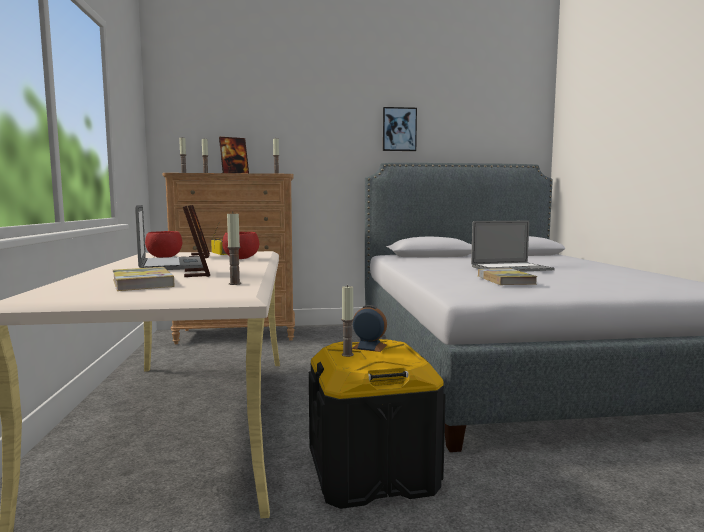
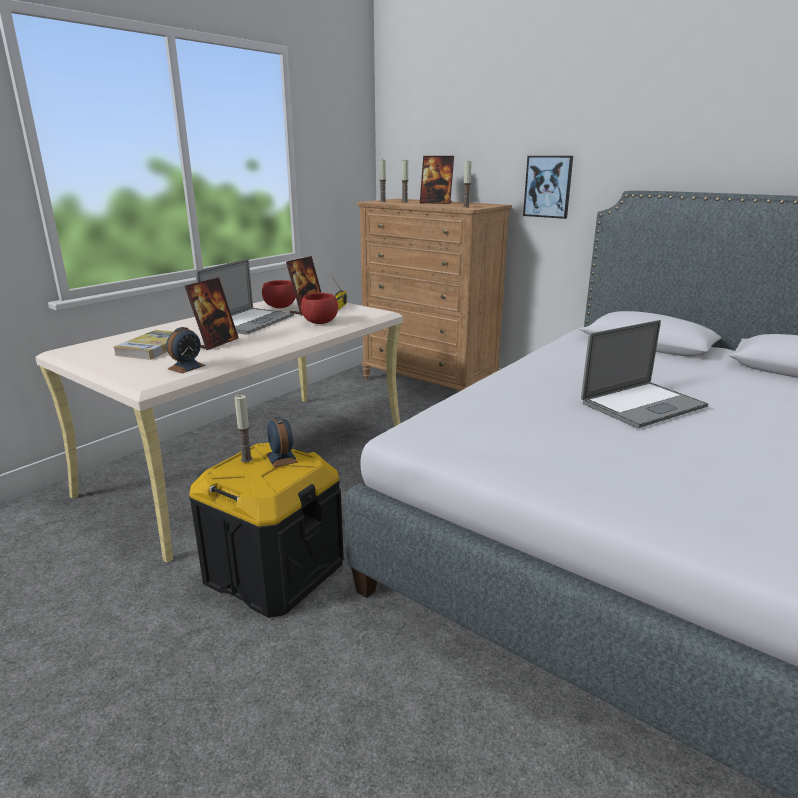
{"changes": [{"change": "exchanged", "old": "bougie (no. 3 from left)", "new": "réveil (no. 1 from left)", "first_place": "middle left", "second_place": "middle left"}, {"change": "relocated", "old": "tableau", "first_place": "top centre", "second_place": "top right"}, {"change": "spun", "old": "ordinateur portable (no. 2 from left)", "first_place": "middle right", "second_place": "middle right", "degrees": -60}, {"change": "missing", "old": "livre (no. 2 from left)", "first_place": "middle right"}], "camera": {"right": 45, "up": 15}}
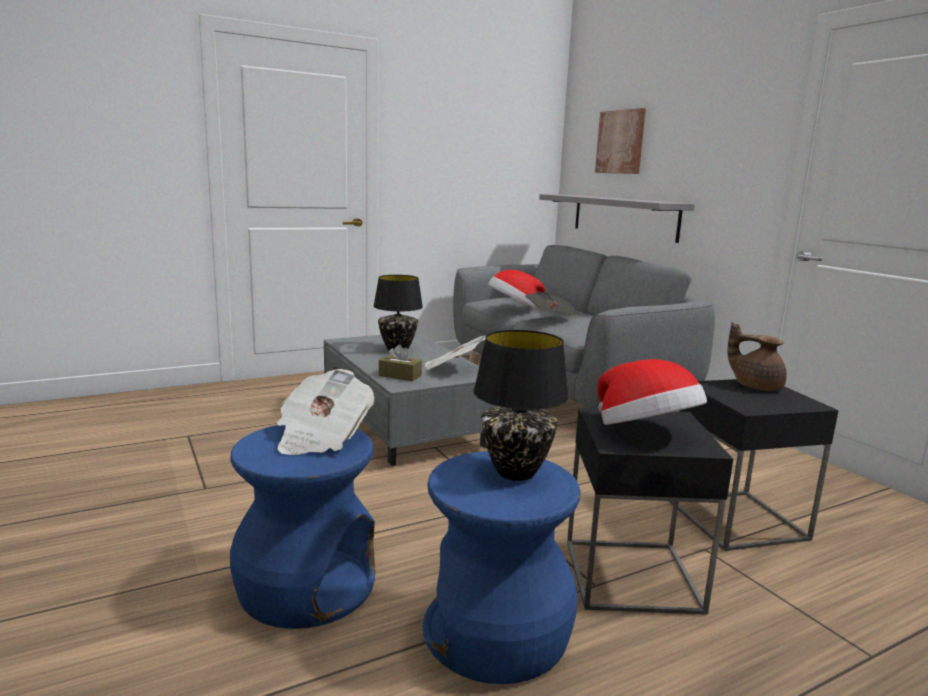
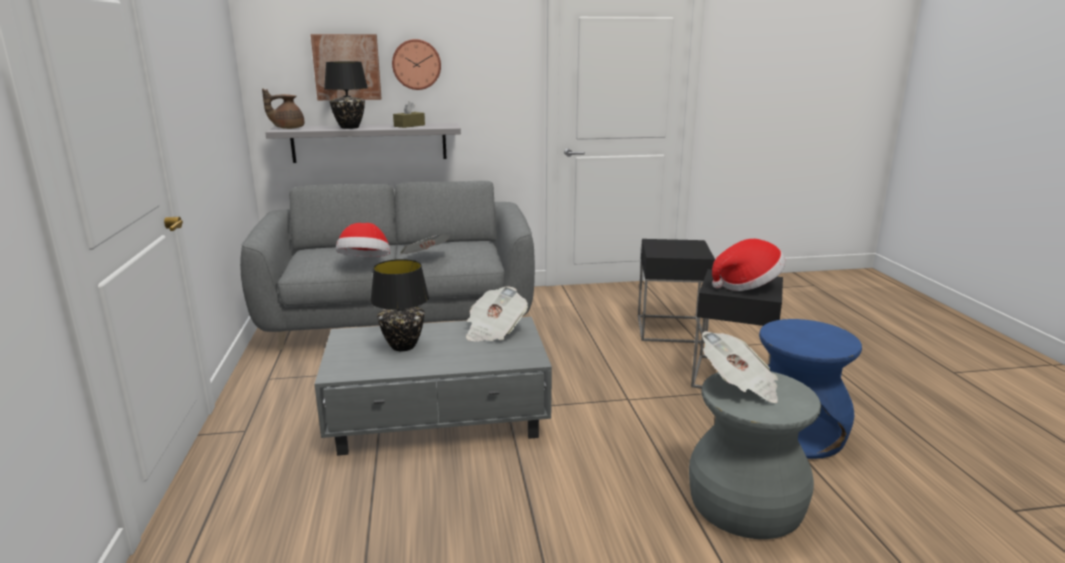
{"changes": [{"change": "relocated", "old": "théière (marron)", "first_place": "middle right", "second_place": "top left"}, {"change": "relocated", "old": "lampe de table (noir) (no. 2 from left in the first image)", "new": "lampe de table (noir) (no. 1 from left)", "first_place": "centre", "second_place": "top left"}, {"change": "appeared", "new": "horloge murale", "second_place": "top centre"}, {"change": "relocated", "old": "boîte à mouchoirs (marron)", "first_place": "centre", "second_place": "top centre"}, {"change": "colour", "old": "tabouret (bleu) (no. 1 from left)", "new": "tabouret (gris)", "first_place": "bottom left", "second_place": "bottom right"}], "camera": {"right": -70, "up": 5}}
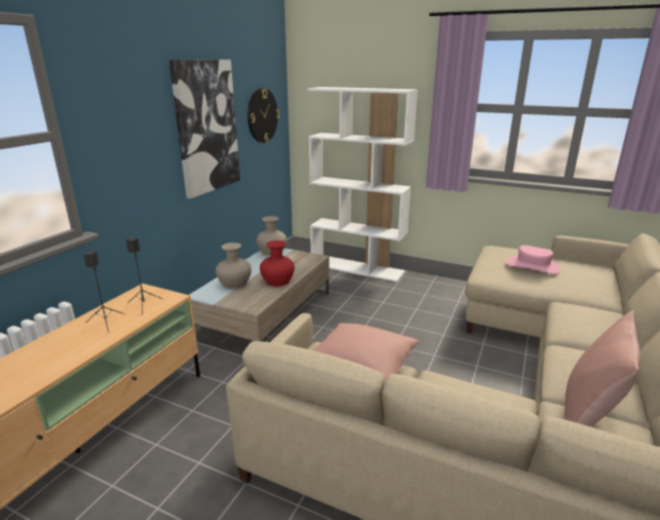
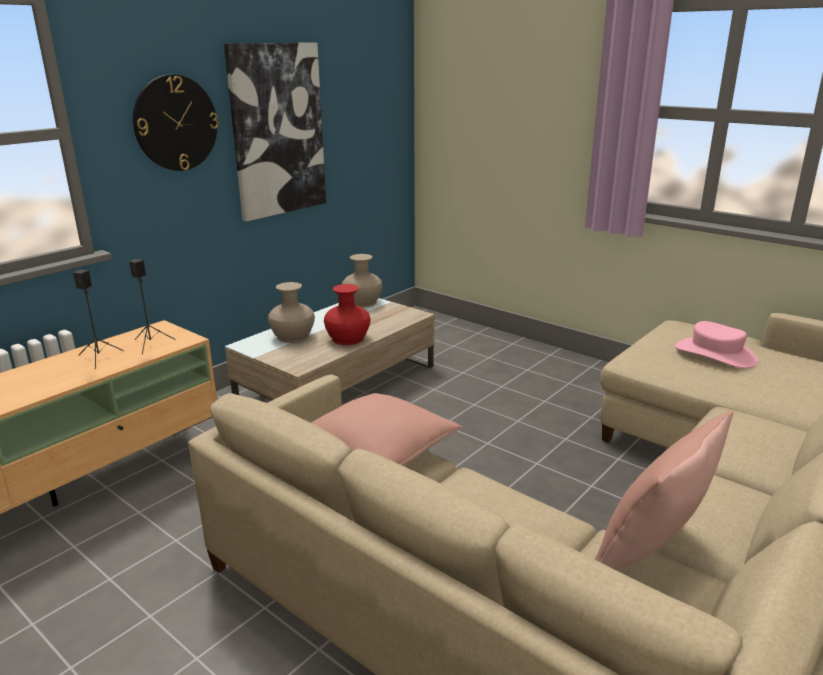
{"changes": [{"change": "relocated", "old": "horloge murale", "first_place": "top centre", "second_place": "top left"}, {"change": "missing", "old": "bibliothèque (blanc)", "first_place": "centre"}], "camera": {"right": 15, "up": 0}}
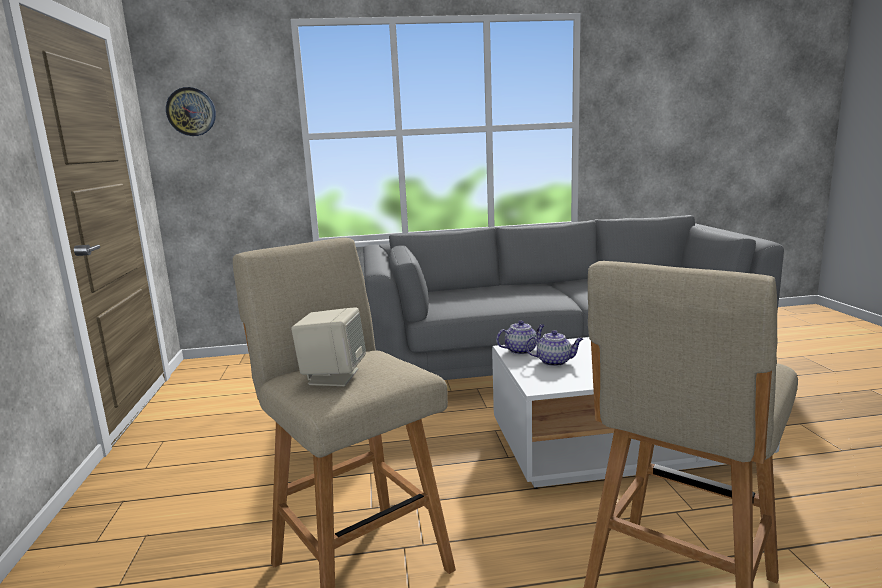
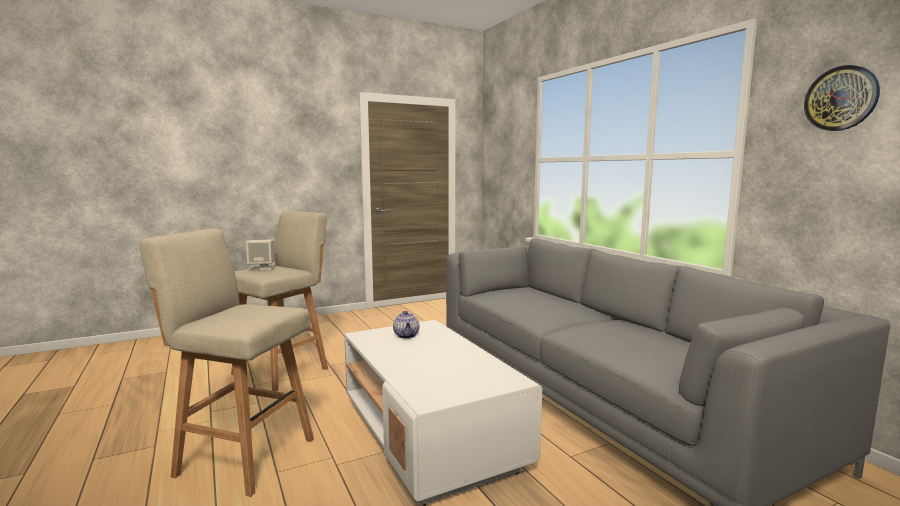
{"changes": [{"change": "relocated", "old": "horloge murale", "first_place": "top left", "second_place": "top right"}, {"change": "missing", "old": "théière (no. 1 from left)", "first_place": "centre"}], "camera": {"right": 70, "up": -5}}
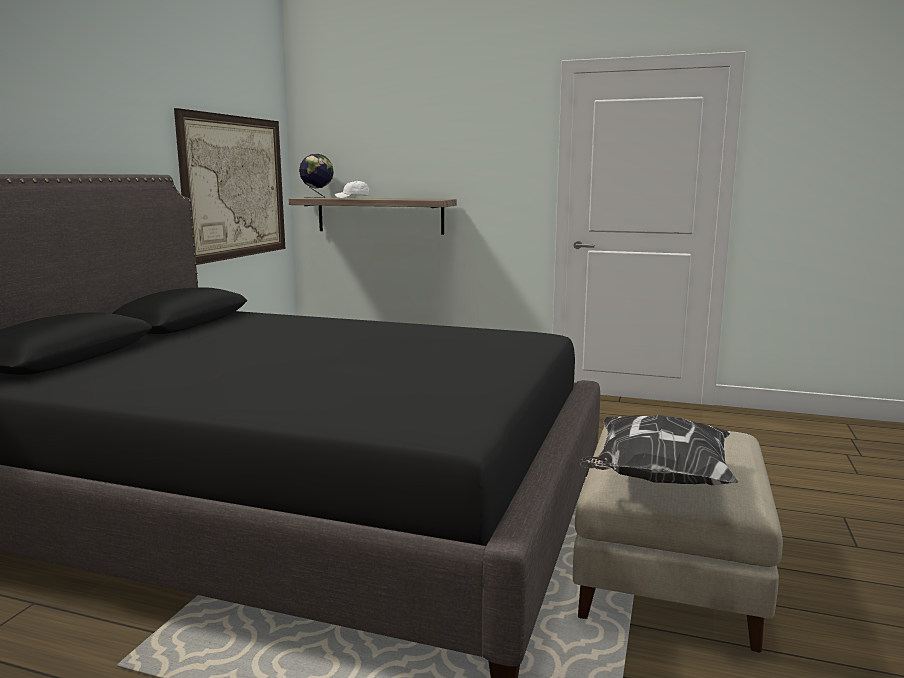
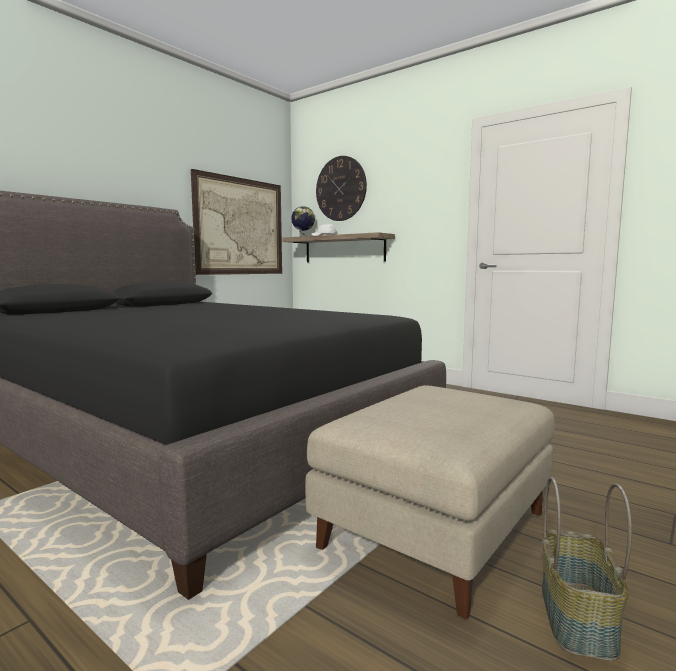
{"changes": [{"change": "appeared", "new": "horloge murale", "second_place": "top centre"}, {"change": "appeared", "new": "panier", "second_place": "bottom right"}, {"change": "missing", "old": "coussin", "first_place": "middle right"}], "camera": {"right": 20, "up": -5}}
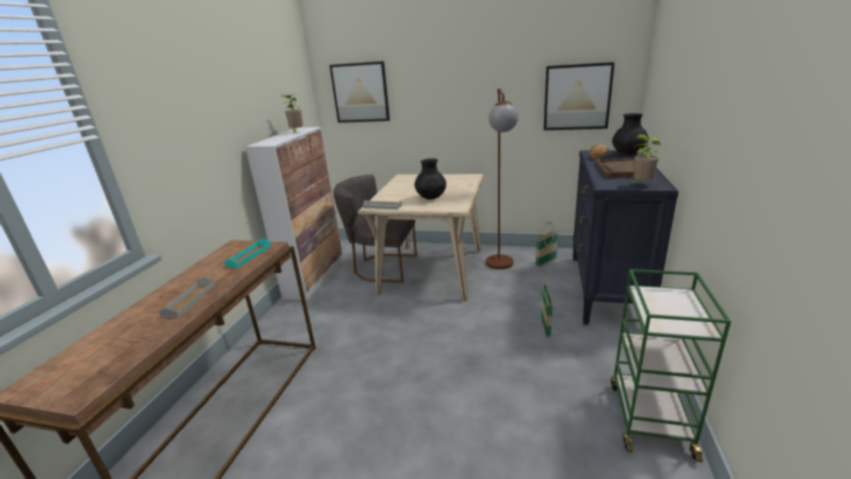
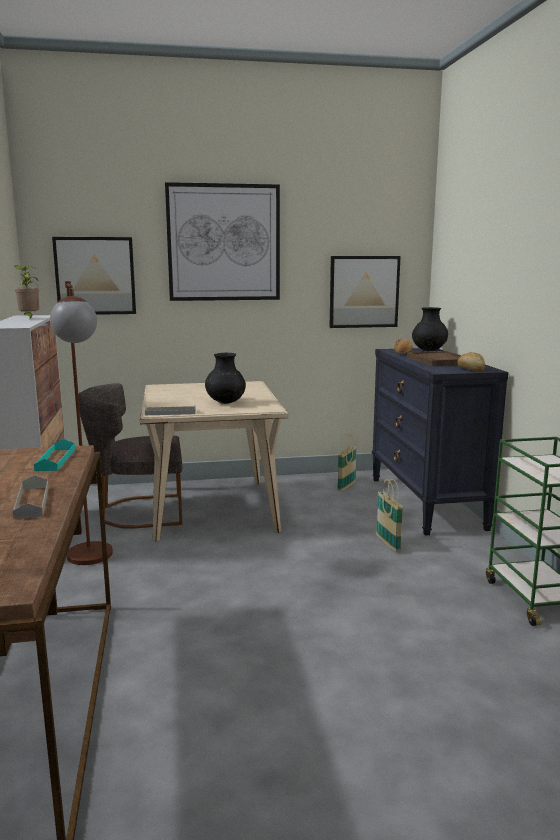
{"changes": [{"change": "relocated", "old": "lampadaire (marron)", "first_place": "centre", "second_place": "middle left"}, {"change": "appeared", "new": "tableau (no. 2 from left)", "second_place": "top centre"}, {"change": "exchanged", "old": "plante en pot (no. 2 from left)", "new": "pain (no. 2 from left)", "first_place": "top right", "second_place": "middle right"}], "camera": {"right": -25, "up": -10}}
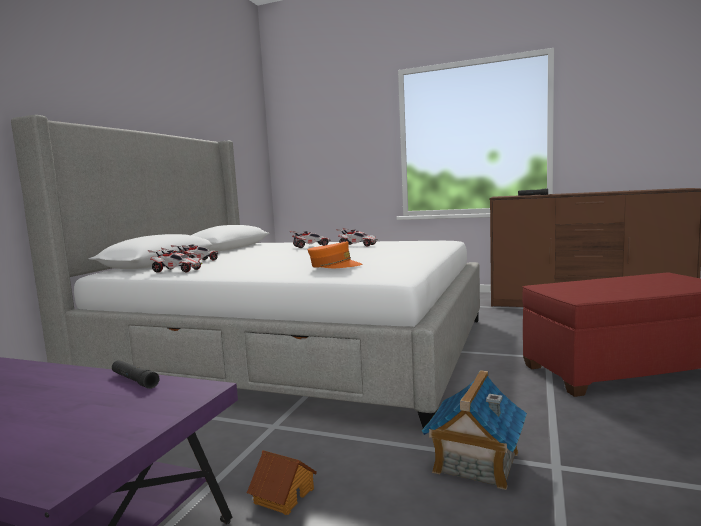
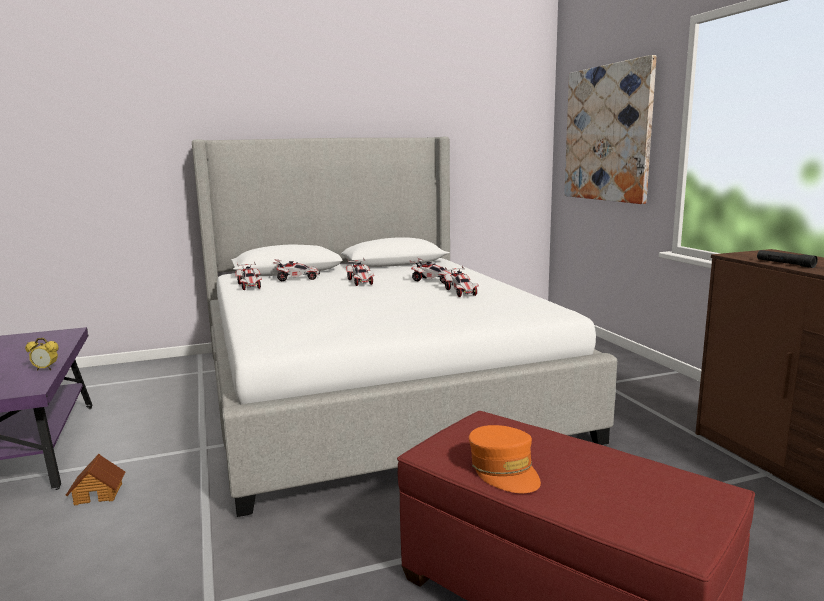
{"changes": [{"change": "exchanged", "old": "lampe de poche (noir) (no. 1 from left)", "new": "réveil", "first_place": "bottom left", "second_place": "middle left"}, {"change": "appeared", "new": "petite voiture (no. 3 from left)", "second_place": "centre"}, {"change": "relocated", "old": "casquette (orange)", "first_place": "centre", "second_place": "bottom centre"}, {"change": "appeared", "new": "tableau", "second_place": "top right"}, {"change": "missing", "old": "maison miniature (no. 2 from left)", "first_place": "bottom right"}], "camera": {"right": 50, "up": 5}}
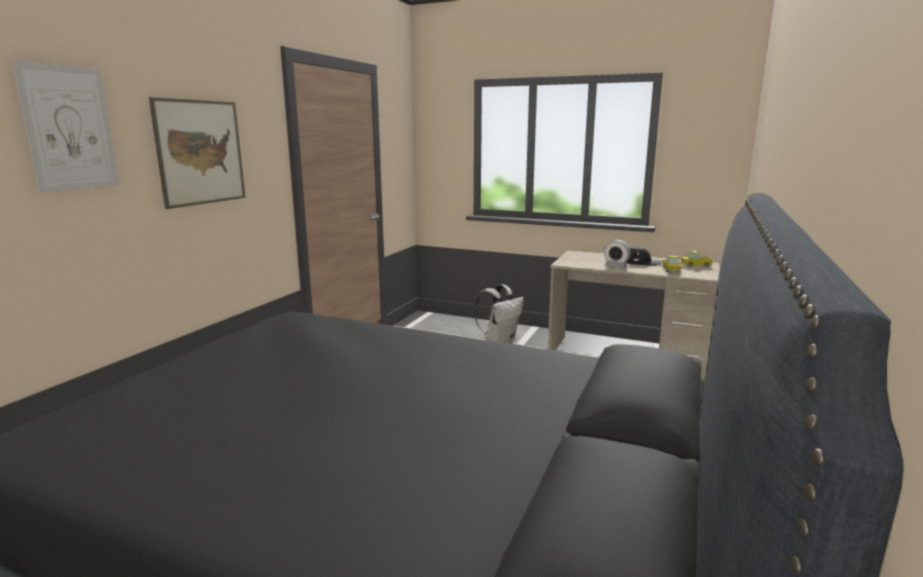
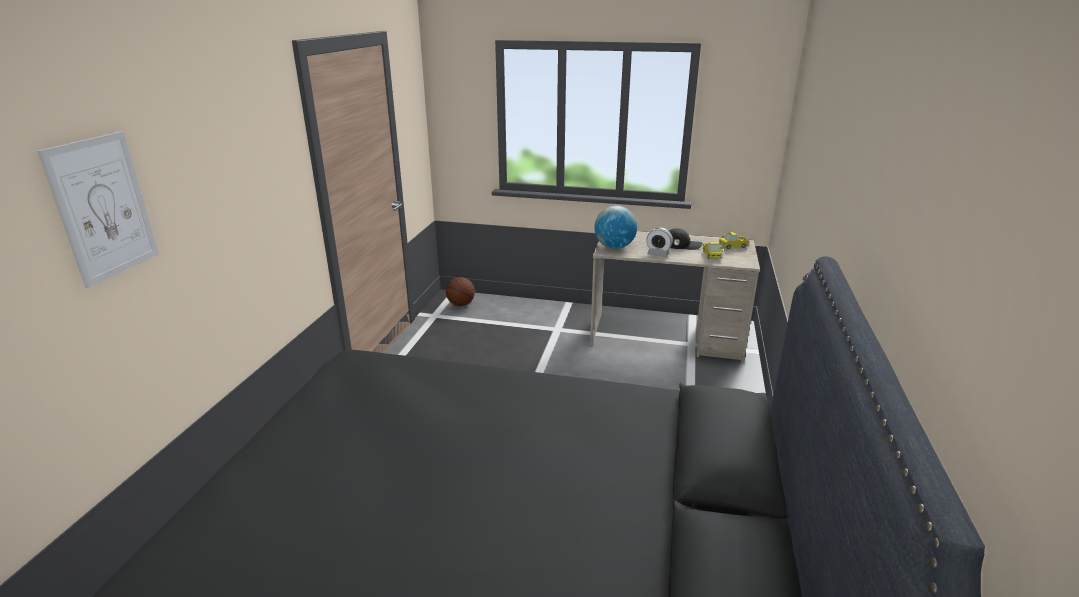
{"changes": [{"change": "appeared", "new": "ballon de basket", "second_place": "centre"}, {"change": "appeared", "new": "globe", "second_place": "centre"}, {"change": "missing", "old": "tableau (no. 2 from left)", "first_place": "top left"}, {"change": "missing", "old": "sac à dos (blanc)", "first_place": "centre"}], "camera": {"right": -10, "up": 10}}
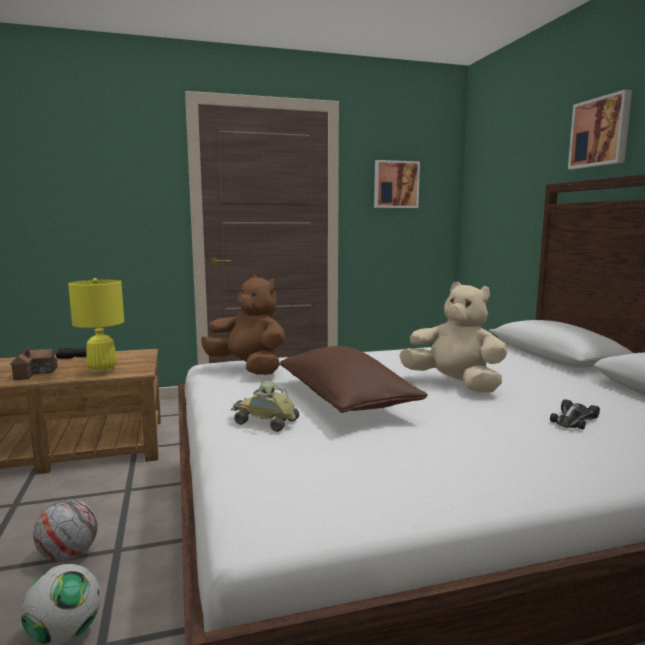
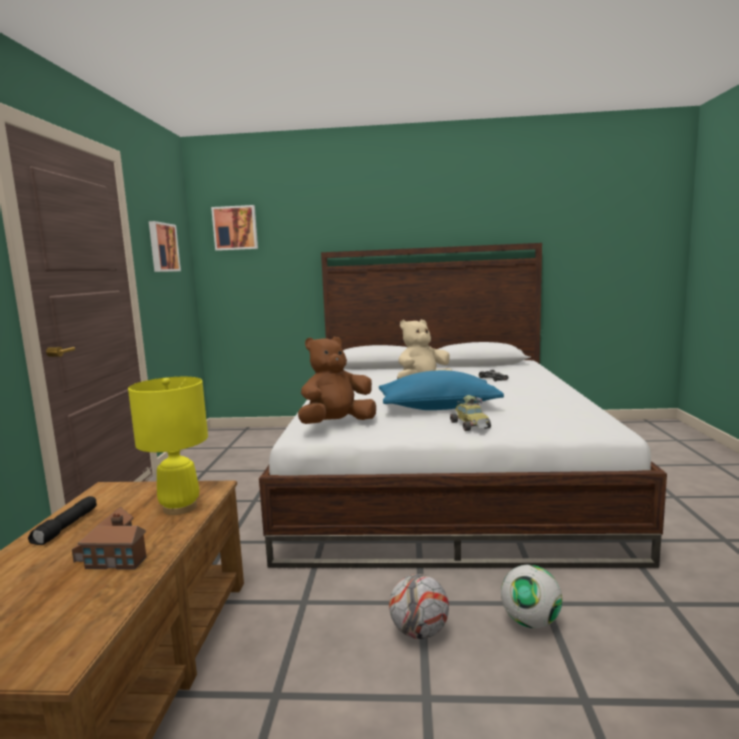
{"changes": [{"change": "relocated", "old": "tableau (no. 2 from left)", "first_place": "top right", "second_place": "top left"}, {"change": "colour", "old": "coussin (marron)", "new": "coussin (bleu)", "first_place": "centre", "second_place": "centre"}, {"change": "spun", "old": "petite voiture (no. 1 from left)", "first_place": "centre", "second_place": "centre", "degrees": -60}], "camera": {"right": -70, "up": 0}}
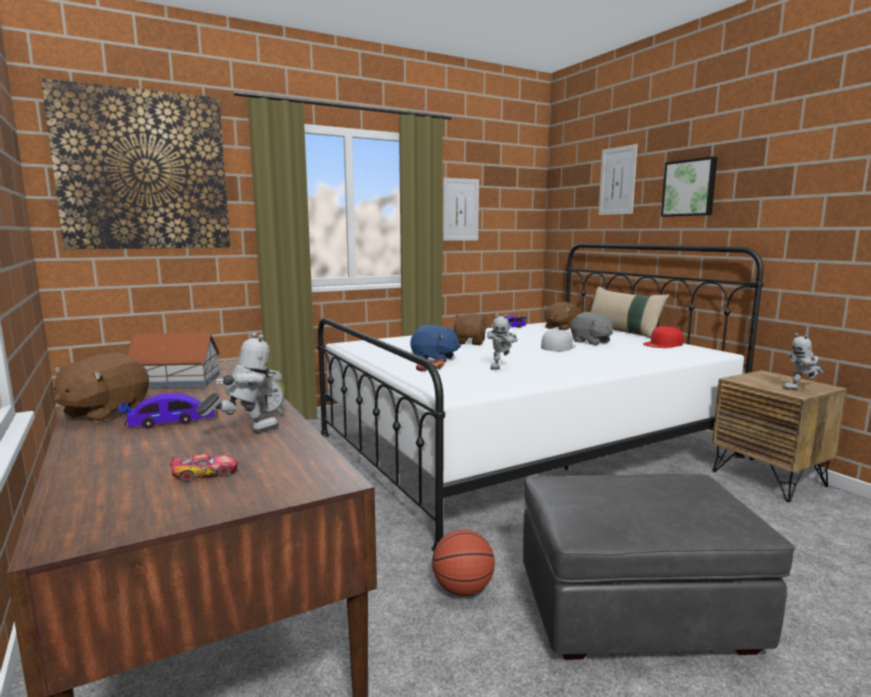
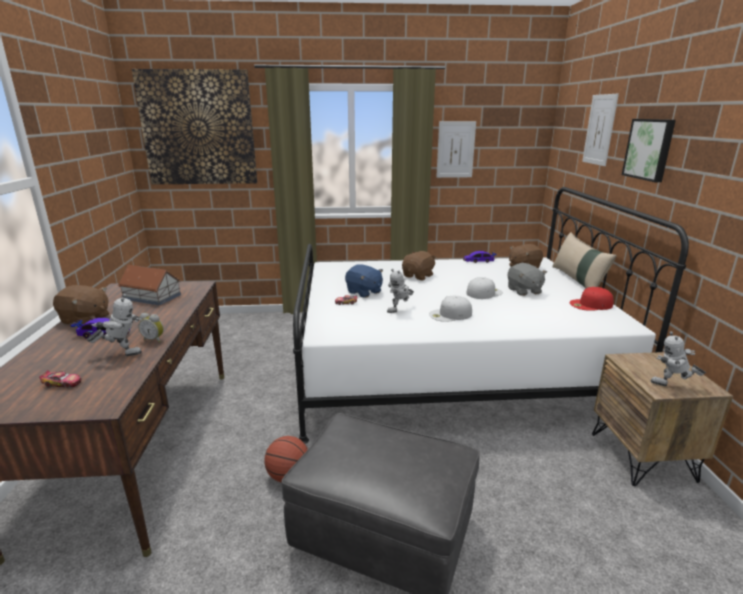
{"changes": [{"change": "spun", "old": "peluche (marron) (no. 1 from left)", "first_place": "middle left", "second_place": "middle left", "degrees": -120}, {"change": "appeared", "new": "casquette (blanc) (no. 1 from left)", "second_place": "centre"}], "camera": {"right": 25, "up": 10}}
